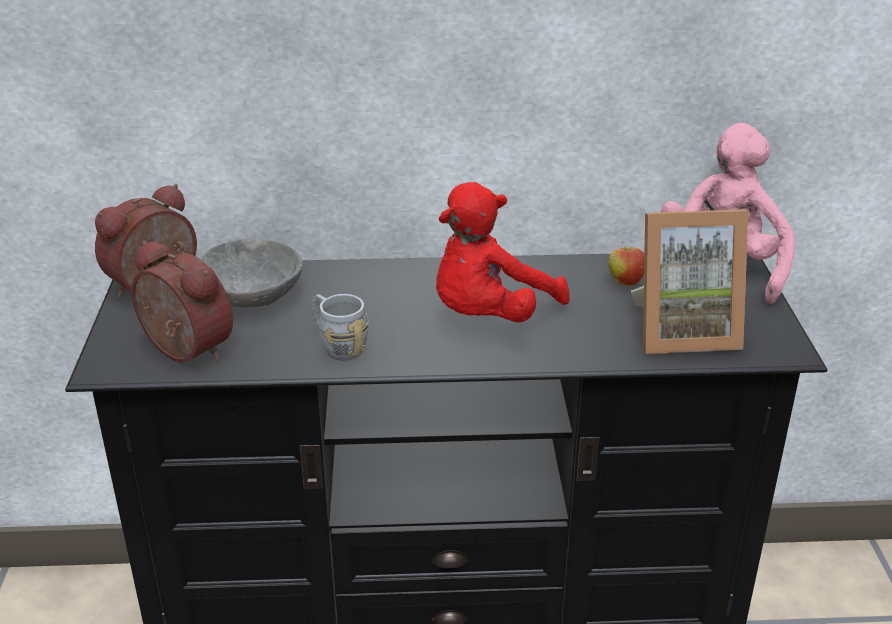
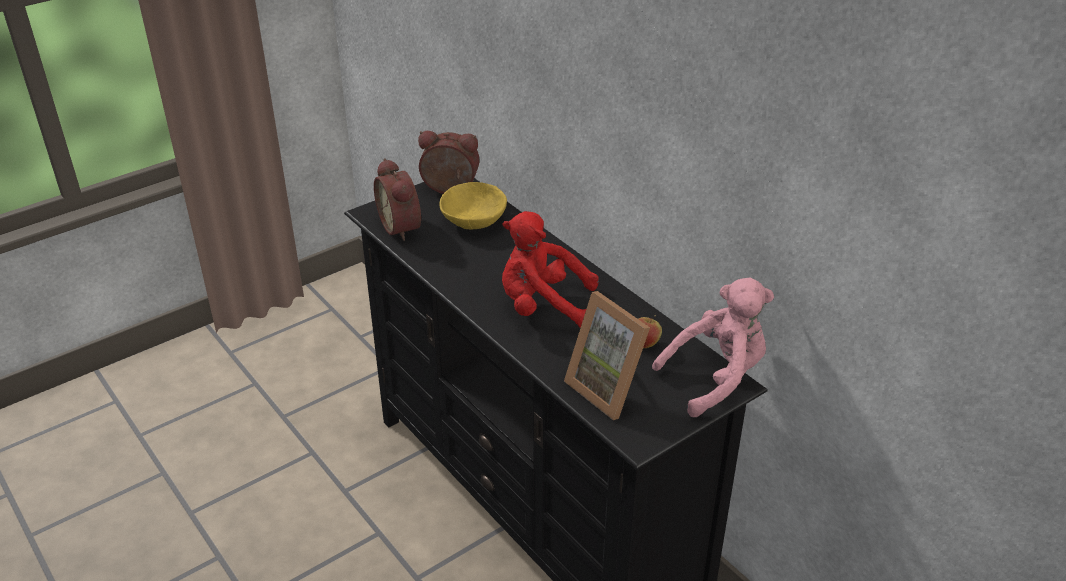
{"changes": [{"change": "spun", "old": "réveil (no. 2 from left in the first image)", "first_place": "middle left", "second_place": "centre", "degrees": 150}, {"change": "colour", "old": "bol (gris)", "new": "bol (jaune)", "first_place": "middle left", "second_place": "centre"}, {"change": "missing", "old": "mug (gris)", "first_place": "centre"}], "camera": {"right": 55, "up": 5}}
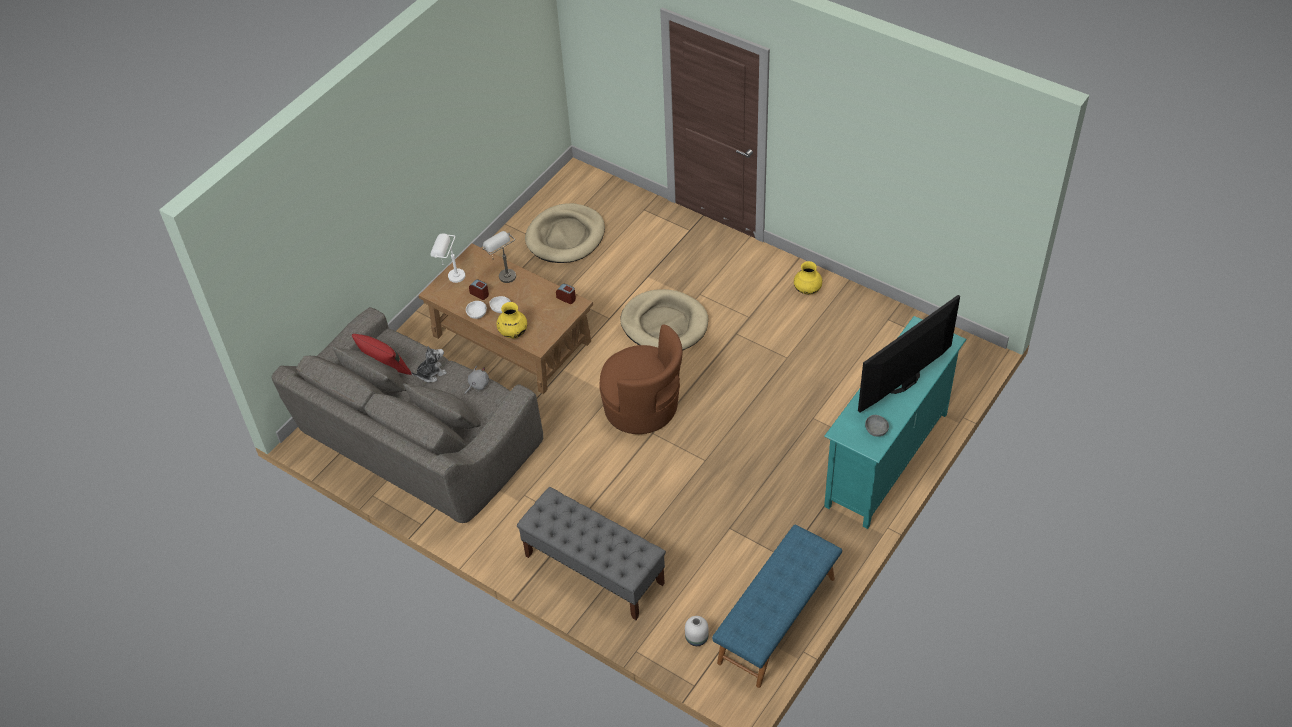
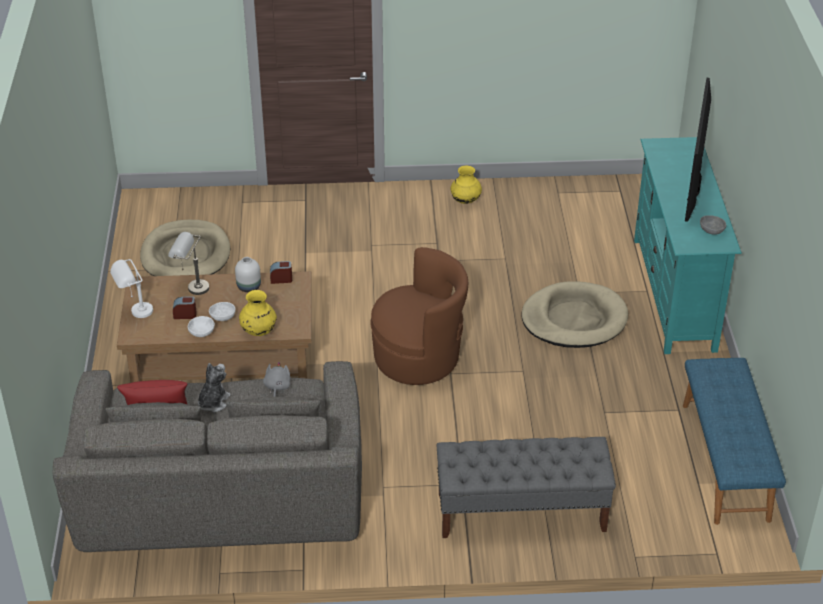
{"changes": [{"change": "relocated", "old": "vase (blanc)", "first_place": "bottom centre", "second_place": "middle left"}, {"change": "relocated", "old": "panier pour chien (beige) (no. 2 from left)", "first_place": "centre", "second_place": "middle right"}], "camera": {"right": -40, "up": -10}}
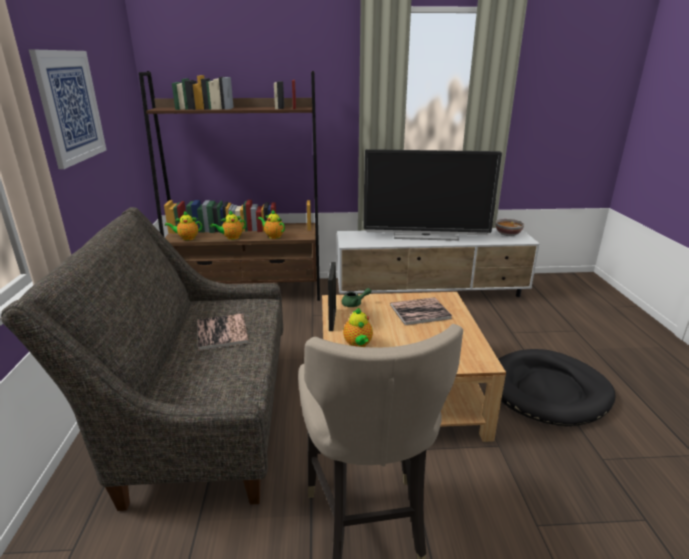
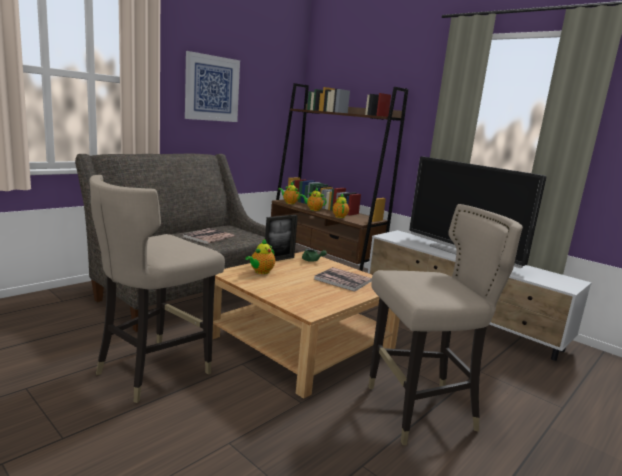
{"changes": [{"change": "exchanged", "old": "panier pour chien (noir)", "new": "tabouret (beige) (no. 2 from left)", "first_place": "bottom right", "second_place": "bottom right"}, {"change": "missing", "old": "bol", "first_place": "middle right"}], "camera": {"right": 45, "up": -10}}
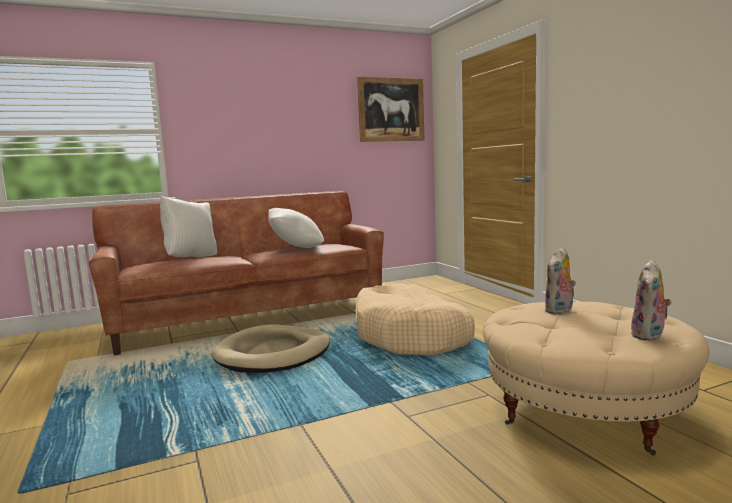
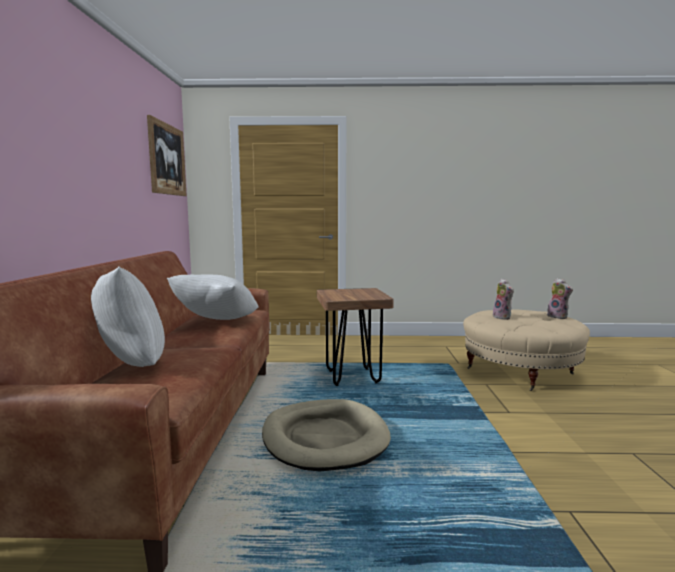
{"changes": [{"change": "exchanged", "old": "panier pour chien (beige) (no. 2 from left)", "new": "tabouret (marron)", "first_place": "centre", "second_place": "centre"}], "camera": {"right": -65, "up": 0}}
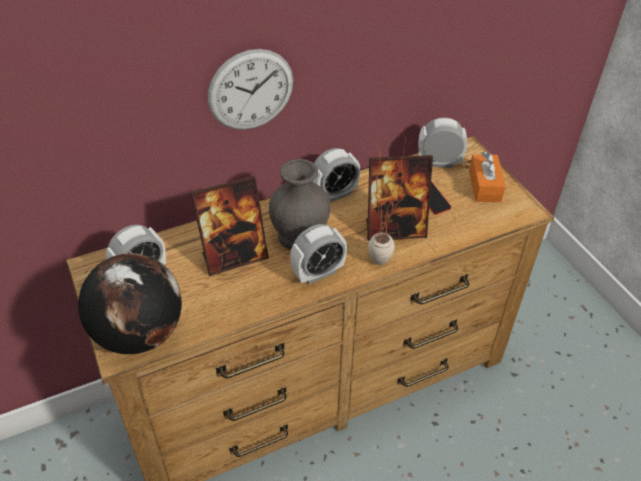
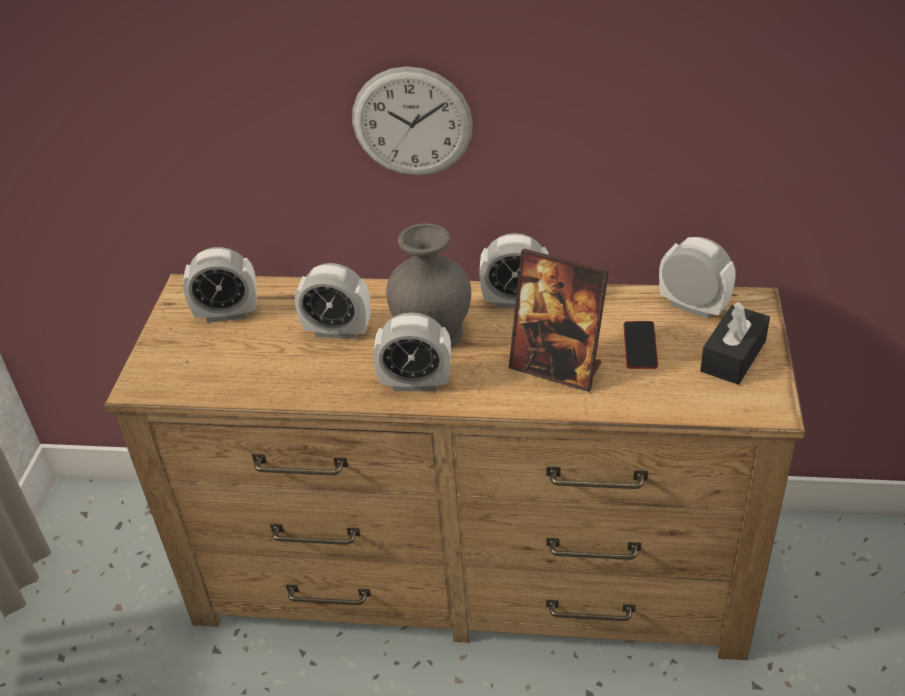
{"changes": [{"change": "exchanged", "old": "cadre photo (no. 1 from left)", "new": "réveil (no. 2 from left)", "first_place": "centre", "second_place": "centre"}, {"change": "colour", "old": "boîte à mouchoirs (orange)", "new": "boîte à mouchoirs (noir)", "first_place": "middle right", "second_place": "middle right"}, {"change": "missing", "old": "globe", "first_place": "middle left"}, {"change": "missing", "old": "plante en pot", "first_place": "centre"}], "camera": {"right": 35, "up": -5}}
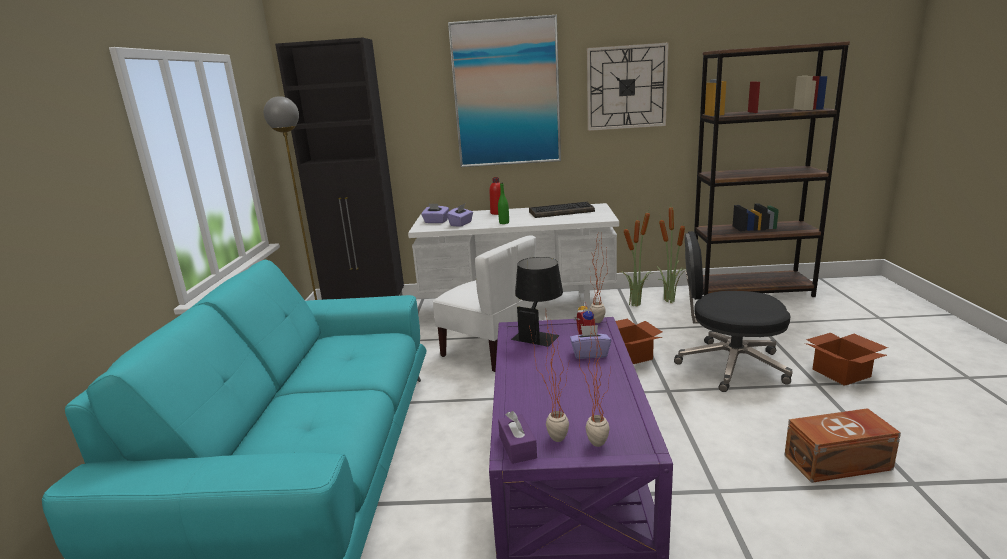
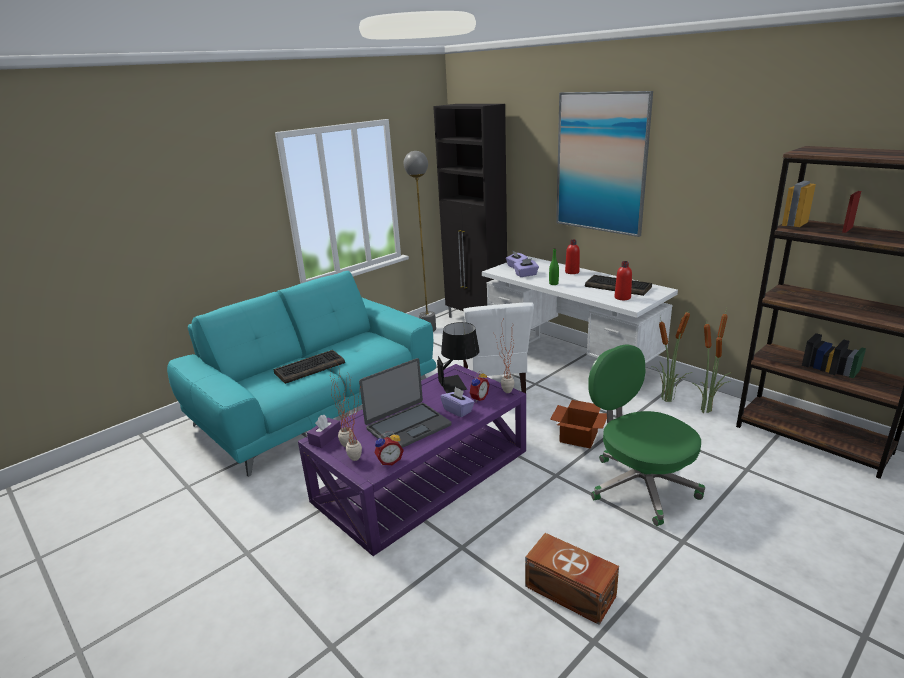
{"changes": [{"change": "appeared", "new": "clavier (no. 1 from left)", "second_place": "centre"}, {"change": "appeared", "new": "ordinateur portable", "second_place": "centre"}, {"change": "appeared", "new": "réveil (no. 1 from left)", "second_place": "centre"}, {"change": "colour", "old": "chaise de bureau (noir)", "new": "chaise de bureau (vert)", "first_place": "middle right", "second_place": "middle right"}, {"change": "appeared", "new": "bouteille (rouge) (no. 2 from left)", "second_place": "middle right"}, {"change": "missing", "old": "horloge murale", "first_place": "top centre"}, {"change": "missing", "old": "carton (no. 2 from left)", "first_place": "middle right"}], "camera": {"right": 45, "up": 5}}
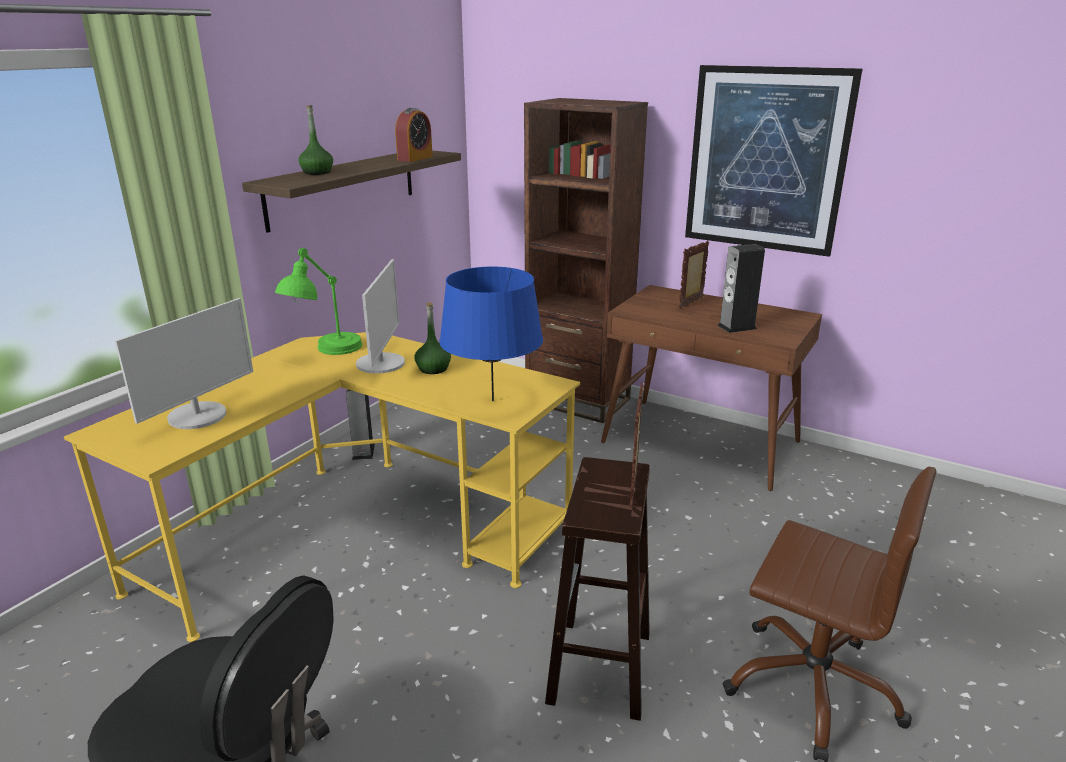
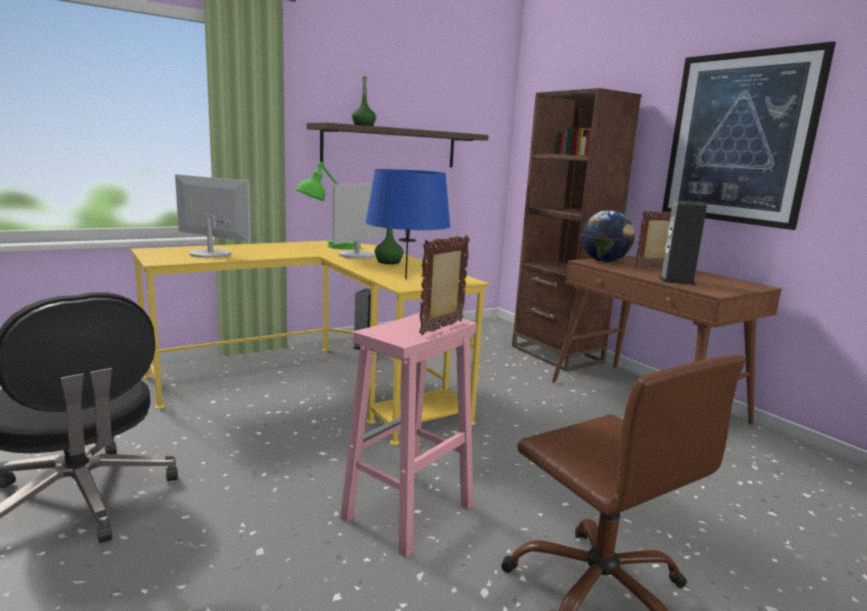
{"changes": [{"change": "spun", "old": "écran d'ordinateur (no. 1 from left)", "first_place": "middle left", "second_place": "middle left", "degrees": -120}, {"change": "colour", "old": "tabouret (marron)", "new": "tabouret (rose)", "first_place": "bottom centre", "second_place": "bottom centre"}, {"change": "appeared", "new": "globe", "second_place": "middle right"}, {"change": "missing", "old": "réveil", "first_place": "top centre"}], "camera": {"right": 25, "up": -10}}
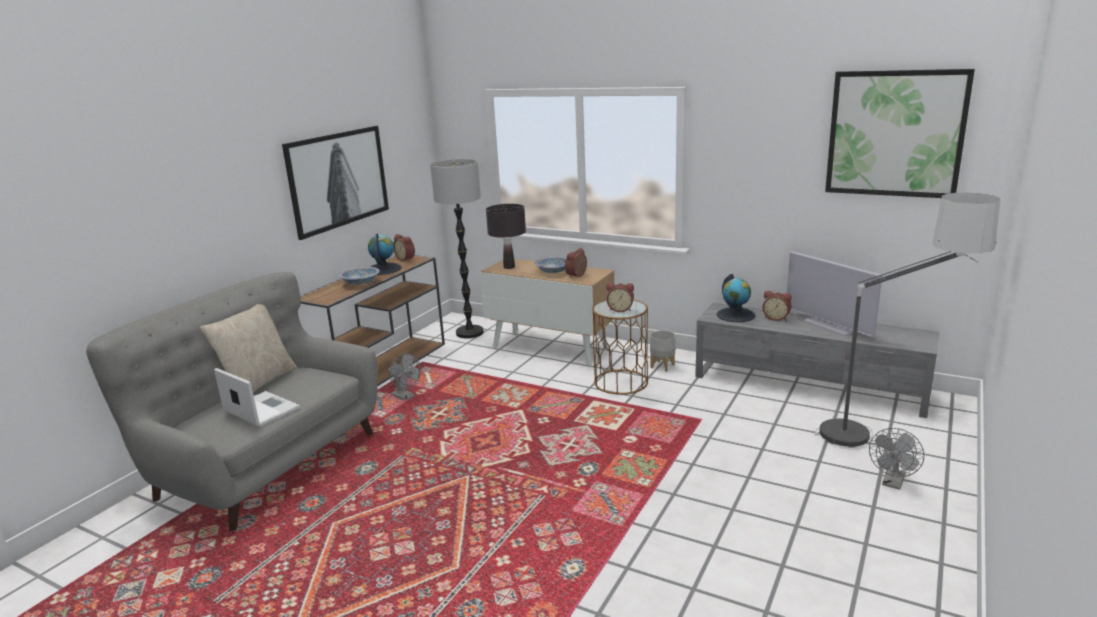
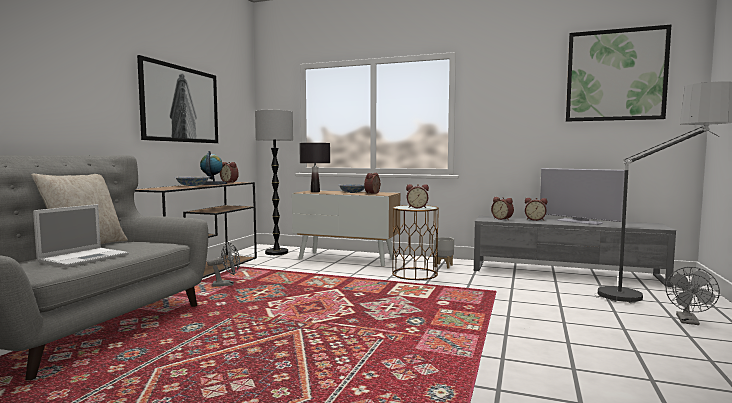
{"changes": [{"change": "spun", "old": "ordinateur portable", "first_place": "middle left", "second_place": "middle left", "degrees": 90}, {"change": "spun", "old": "ventilateur (gris) (no. 1 from left)", "first_place": "centre", "second_place": "middle left", "degrees": -45}, {"change": "exchanged", "old": "globe (no. 2 from left)", "new": "réveil (no. 4 from left)", "first_place": "middle right", "second_place": "middle right"}], "camera": {"right": -10, "up": -15}}
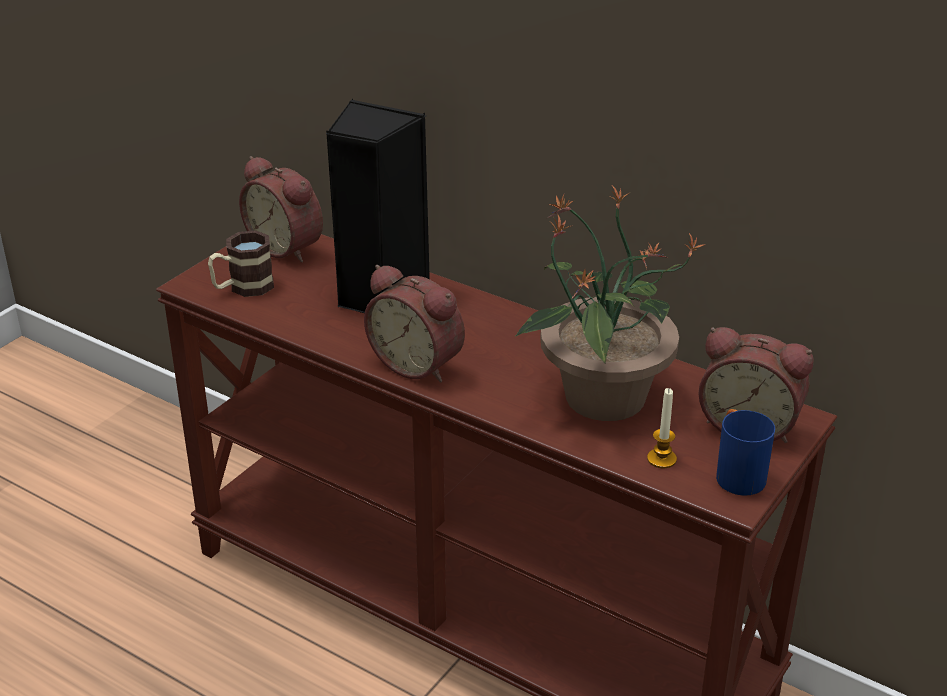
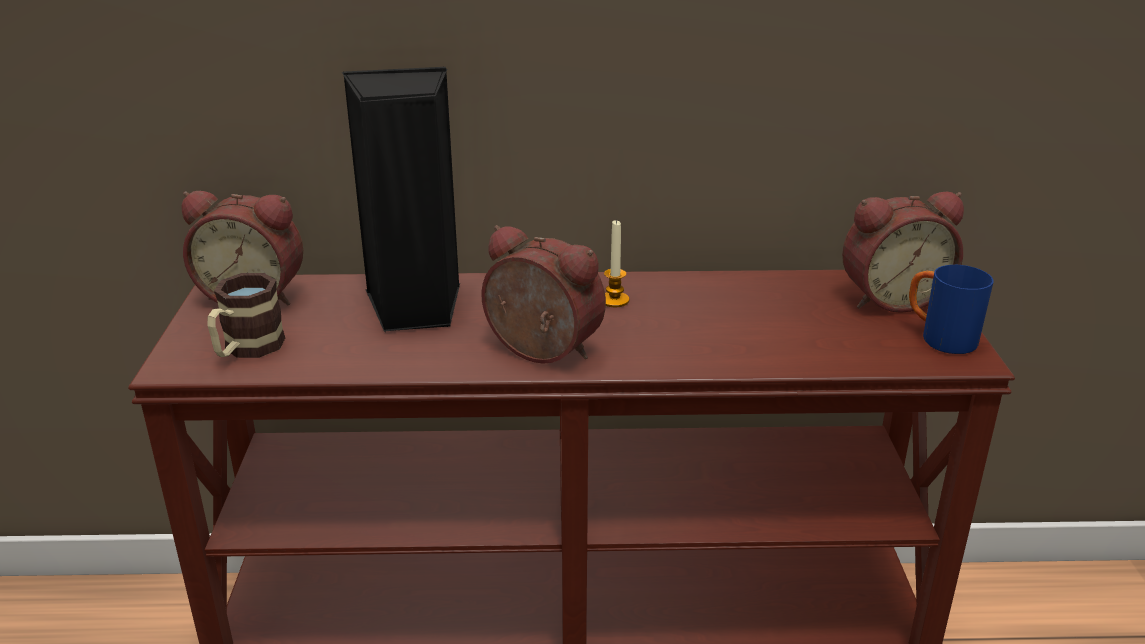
{"changes": [{"change": "spun", "old": "réveil (no. 2 from left)", "first_place": "centre", "second_place": "centre", "degrees": -150}, {"change": "relocated", "old": "bougie", "first_place": "middle right", "second_place": "centre"}, {"change": "missing", "old": "plante en pot", "first_place": "centre"}], "camera": {"right": -35, "up": -5}}
